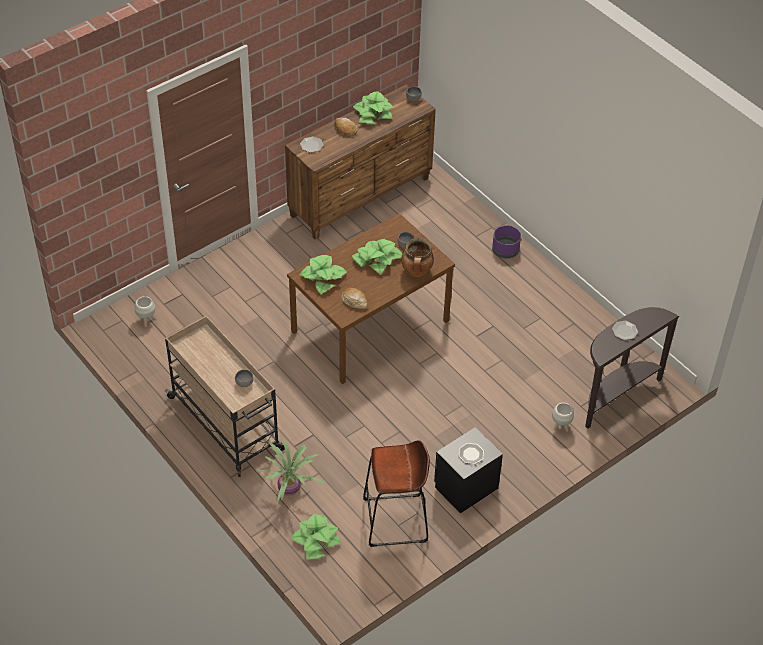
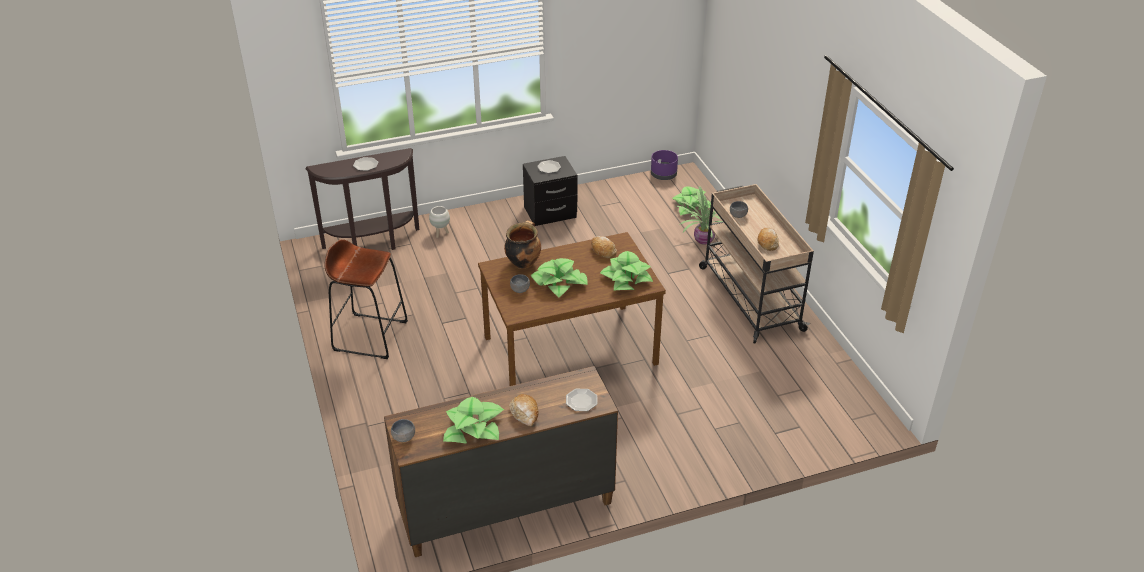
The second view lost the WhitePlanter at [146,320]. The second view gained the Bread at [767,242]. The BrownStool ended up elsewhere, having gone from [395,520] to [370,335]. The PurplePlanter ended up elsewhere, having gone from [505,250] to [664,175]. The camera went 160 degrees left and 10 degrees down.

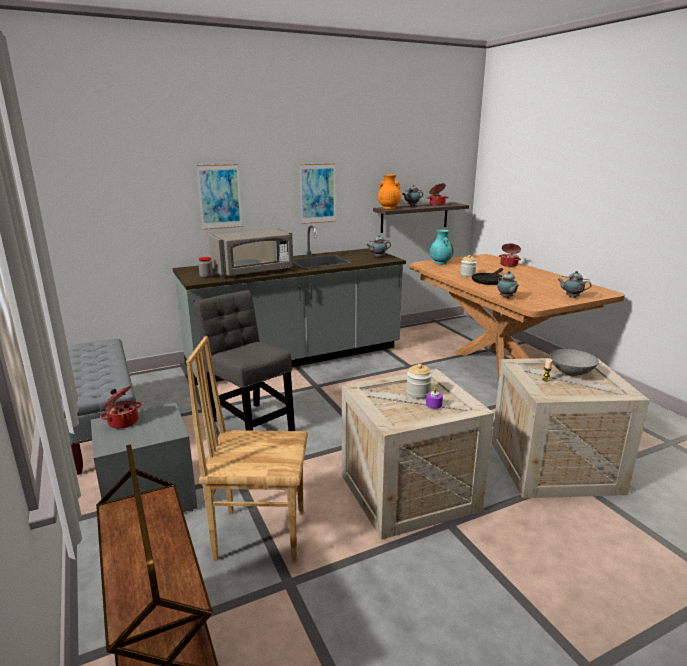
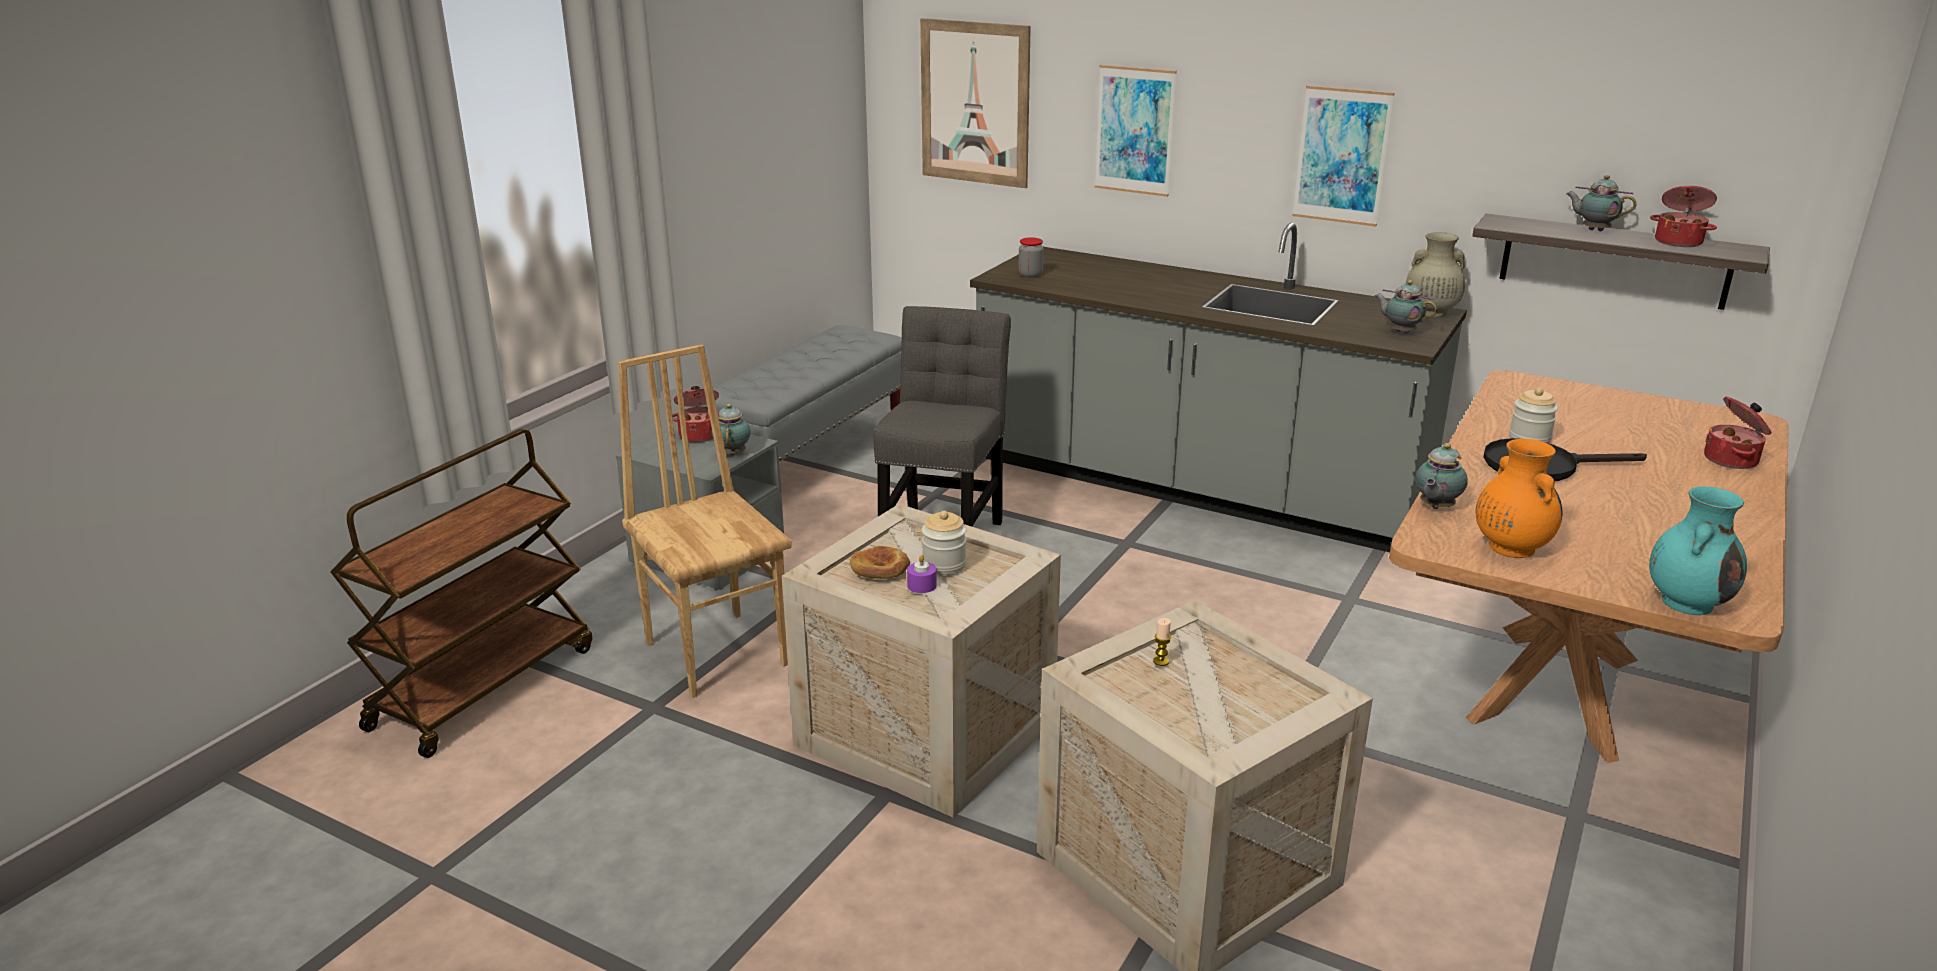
The second view lost the GreyMicrowave at [254,271]. The second view lost the GreyBowl at [570,373]. The second view gained the Bread at [880,567]. The second view gained the Picture at [975,103]. The second view gained the BeigeVase at [1430,312]. The OrangeVase ended up elsewhere, having gone from [388,208] to [1510,547]. The TurquoiseVase ended up elsewhere, having gone from [440,262] to [1687,602]. The Teapot ended up elsewhere, having gone from [571,297] to [733,453]. The camera went 55 degrees right and 5 degrees up.

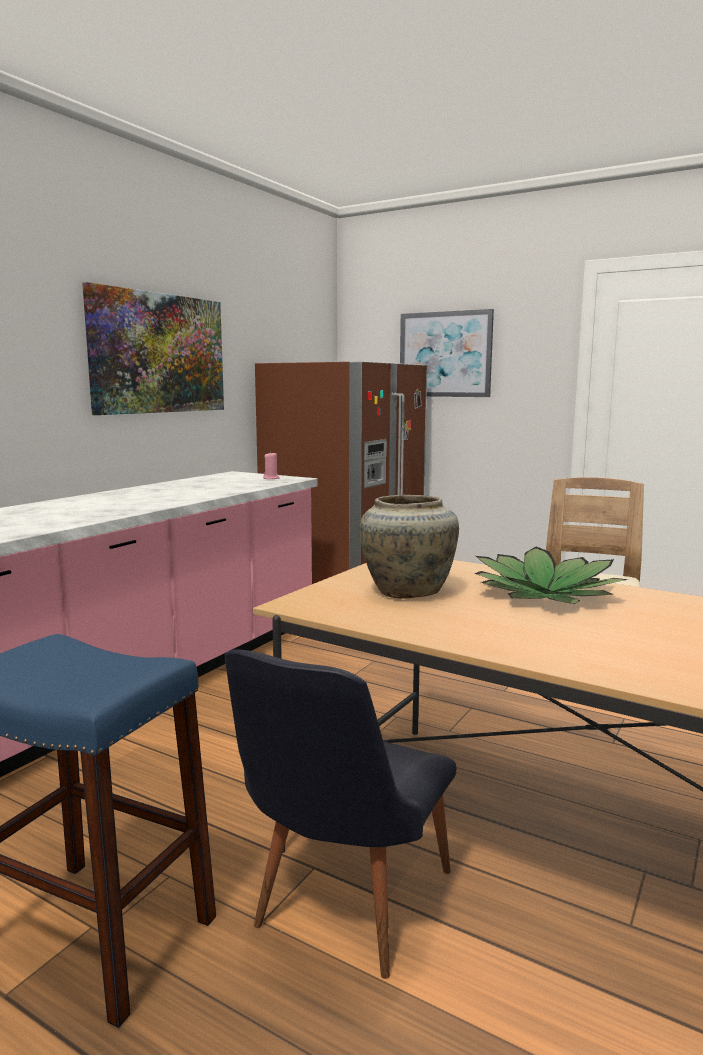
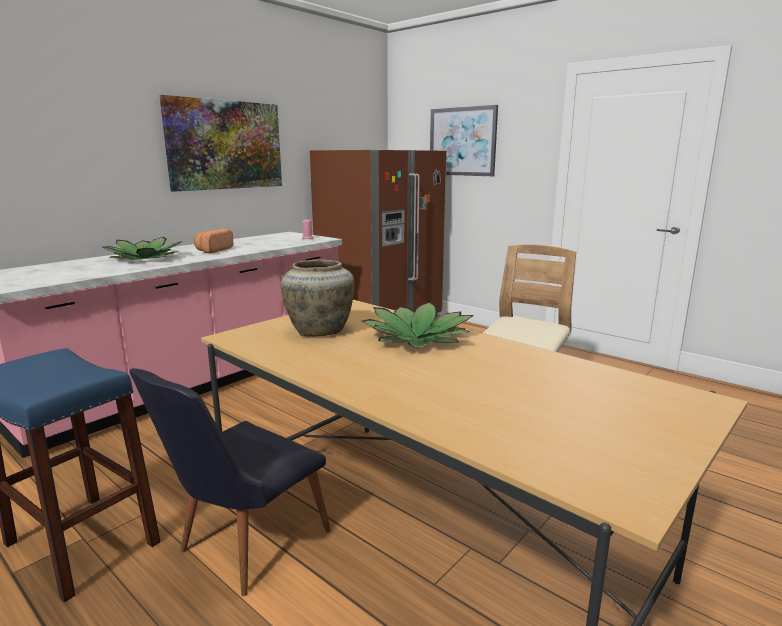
The second view gained the PottedPlant at [145,258]. The second view gained the Bread at [213,250]. The camera went 10 degrees right and 5 degrees up.

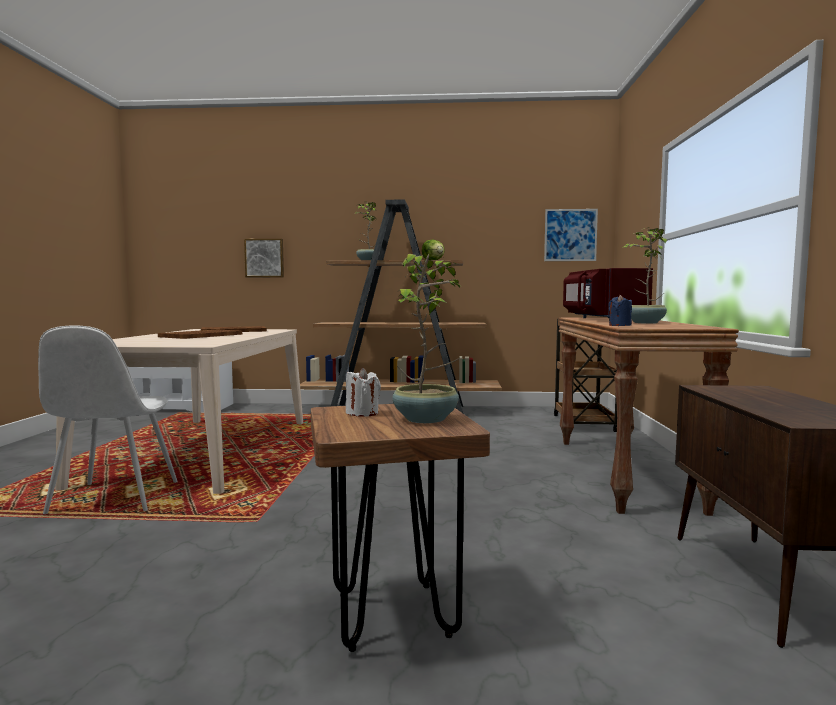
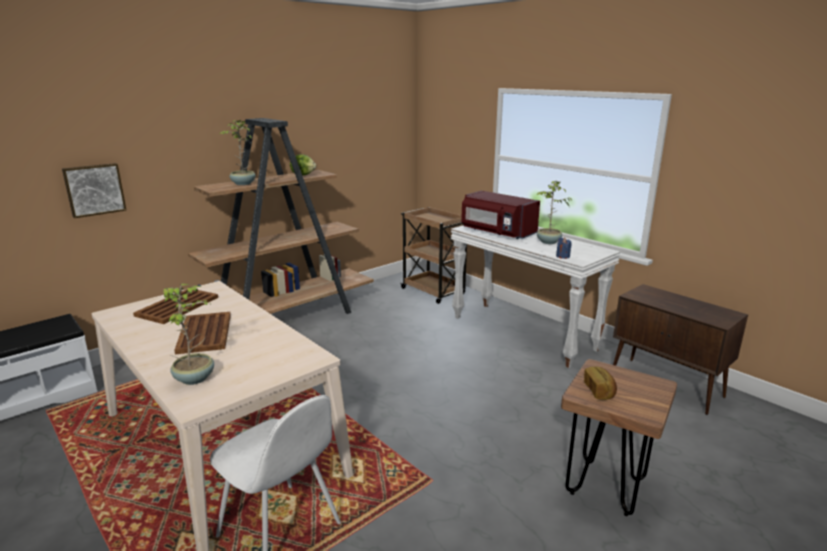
The second view lost the Picture at [570,235]. The PottedPlant ended up elsewhere, having gone from [427,419] to [195,378]. Where the WhiteCandle stood at [362,413], the Bread came to stand at [599,391]. What was the BrownConsoleTable at [625,472] turned into the WhiteConsoleTable at [523,333]. The camera went 45 degrees left and 15 degrees up.

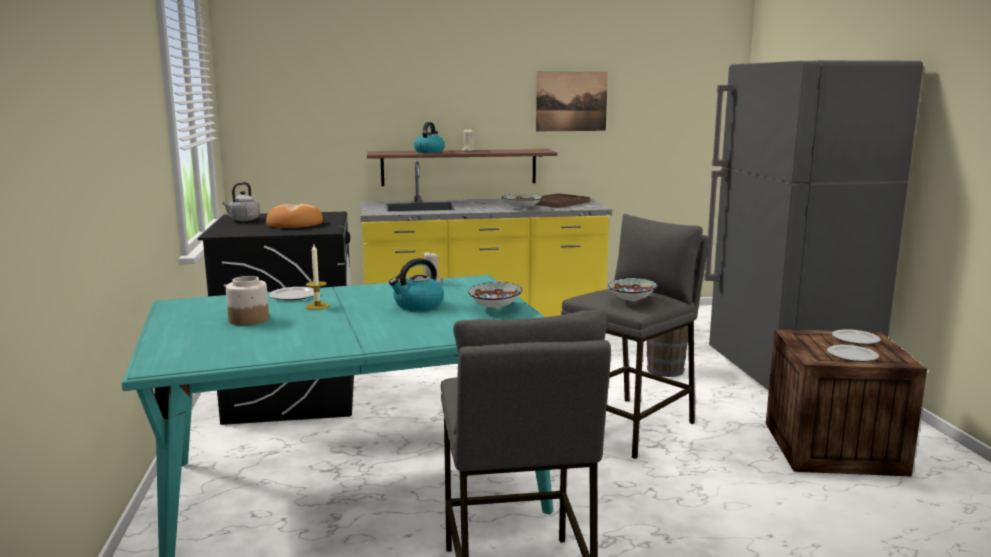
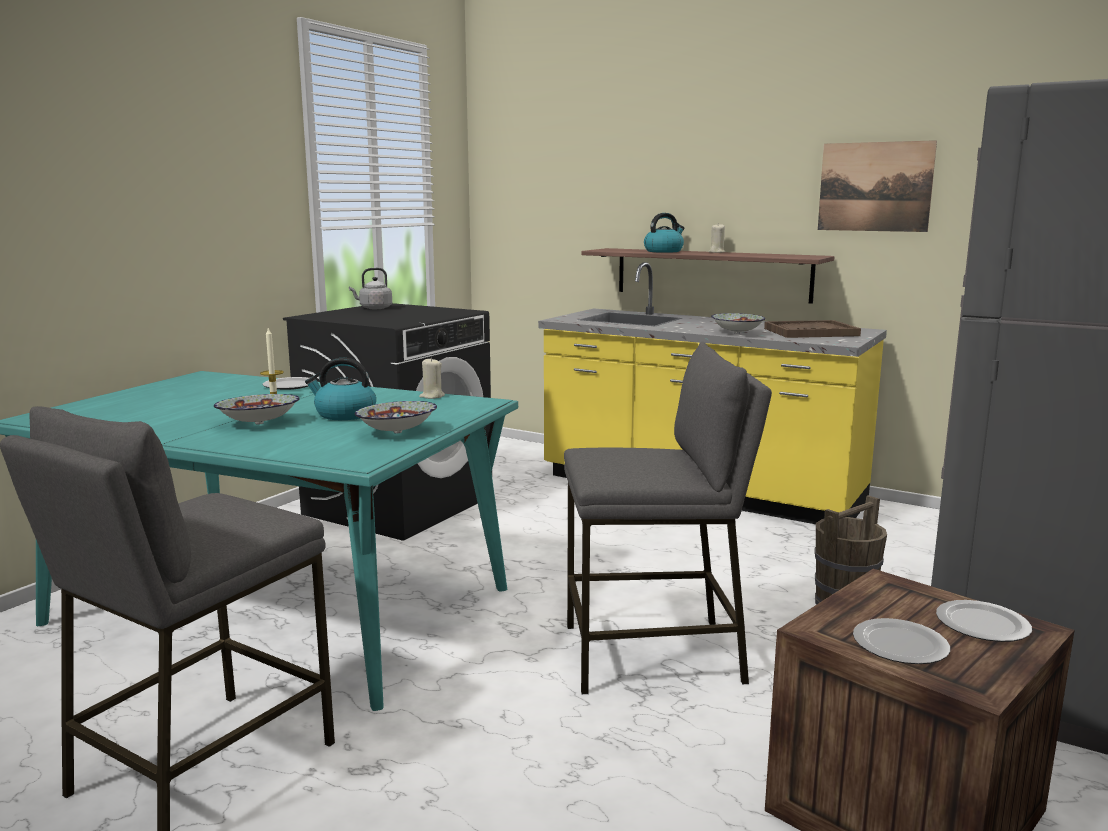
The second view lost the Jar at [248,320]. The second view lost the Bread at [295,224]. The Bowl ended up elsewhere, having gone from [632,301] to [259,423]. The camera went 40 degrees right and 0 degrees up.

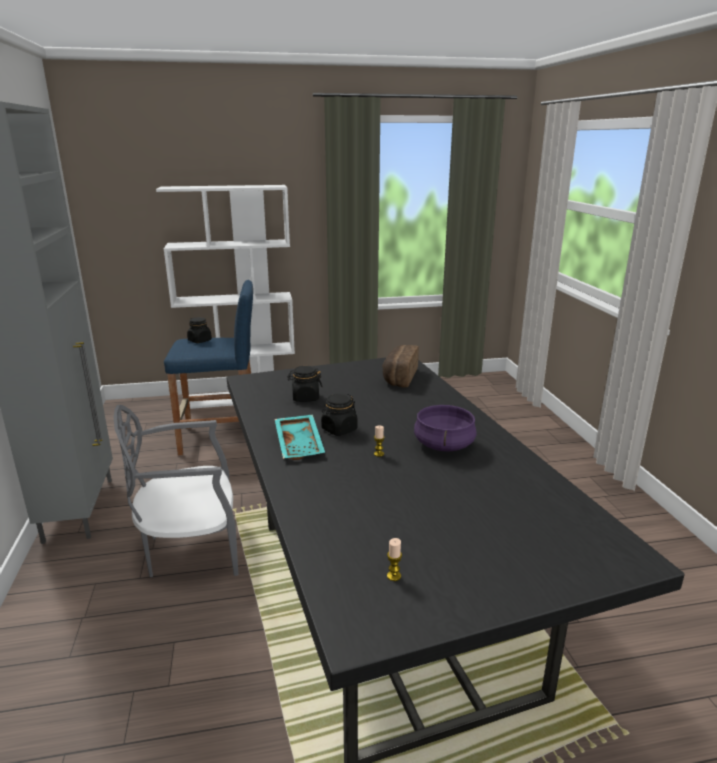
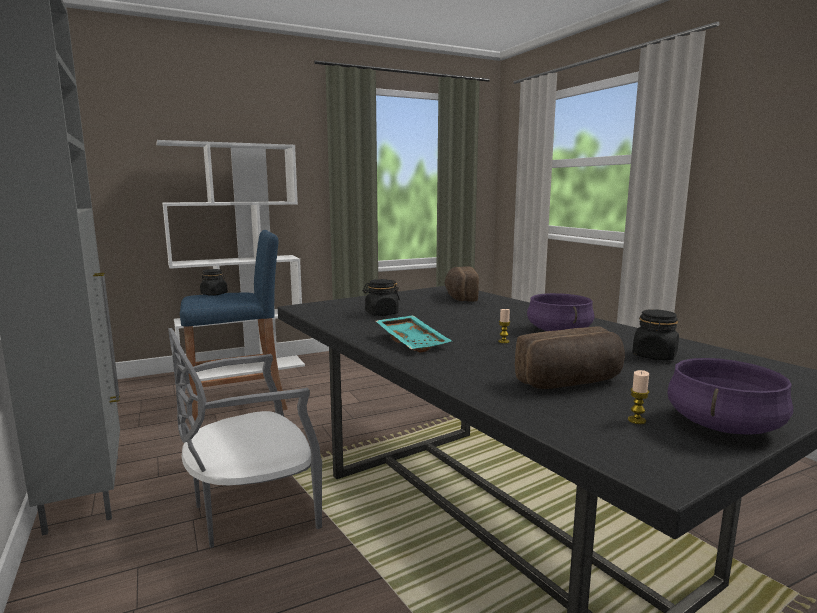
The second view gained the Bread at [571,383]. The second view gained the PurpleCookingPot at [722,425]. The BlackJar ended up elsewhere, having gone from [339,429] to [654,356]. The camera went 15 degrees left and 10 degrees down.

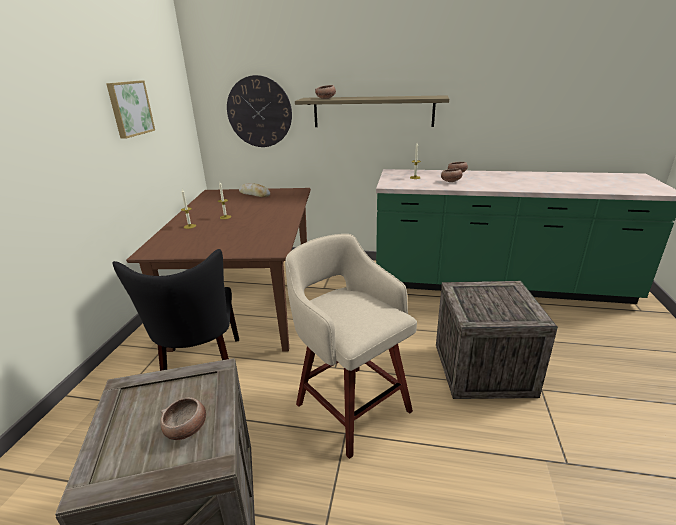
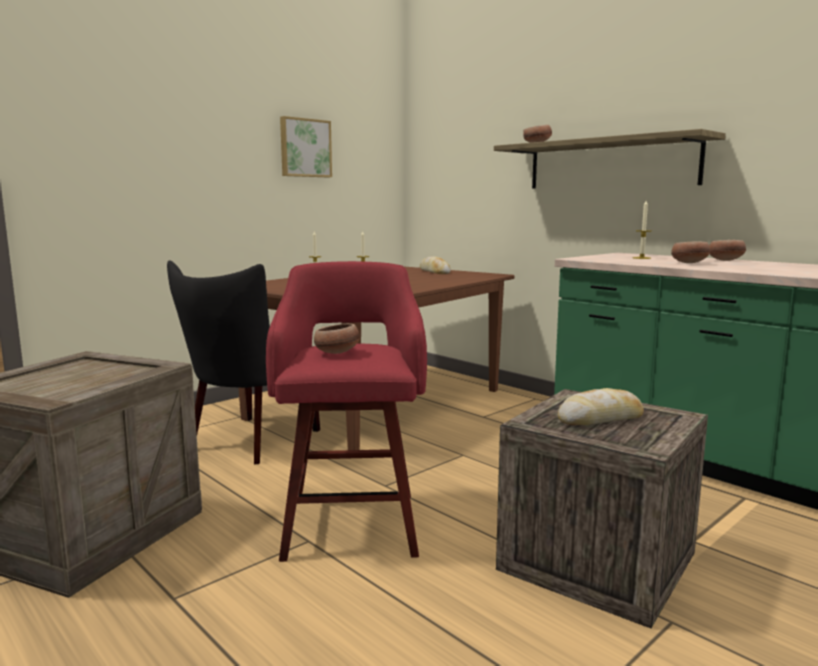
The second view lost the WallClock at [259,112]. The second view gained the Bread at [600,418]. The Bowl ended up elsewhere, having gone from [187,429] to [337,353]. What was the BeigeStool at [351,405] turned into the RedStool at [352,522]. The camera went 35 degrees right and 15 degrees down.

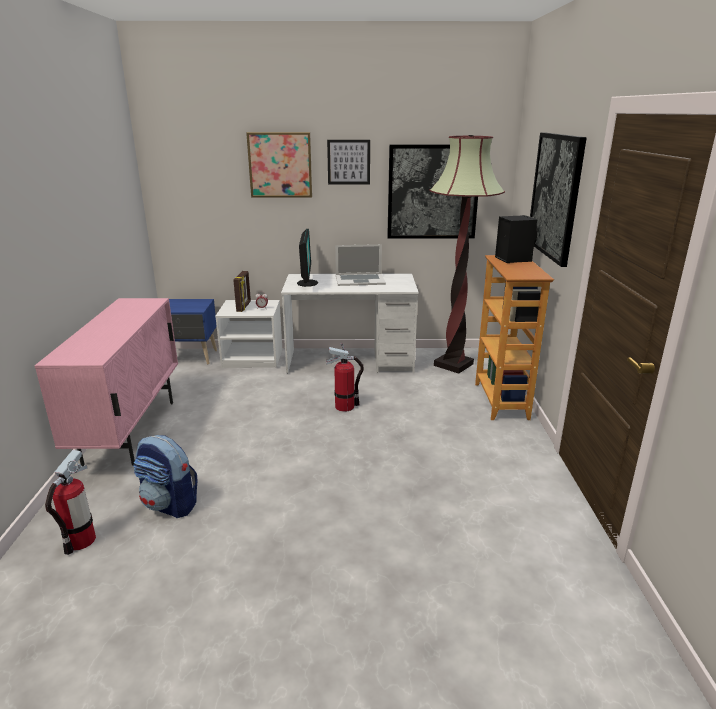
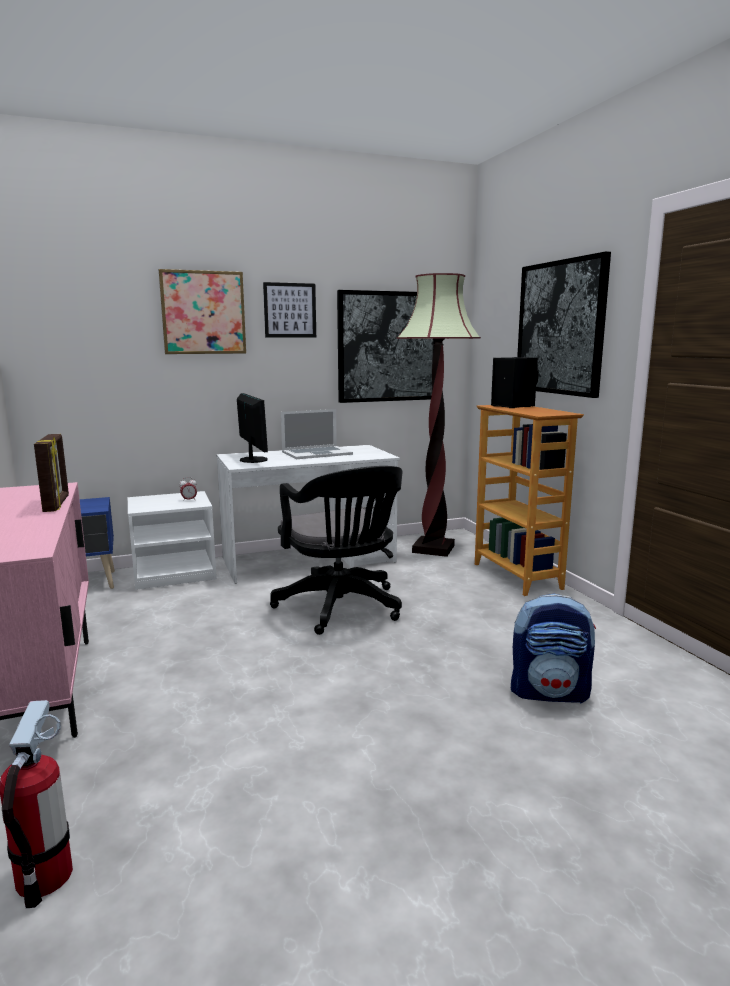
The Backpack ended up elsewhere, having gone from [170,505] to [550,692]. The PictureFrame ended up elsewhere, having gone from [244,307] to [57,504]. Where the FireExtinguisher stood at [345,406], the BlackOfficeChair came to stand at [342,608]. The camera went 20 degrees left and 10 degrees down.

